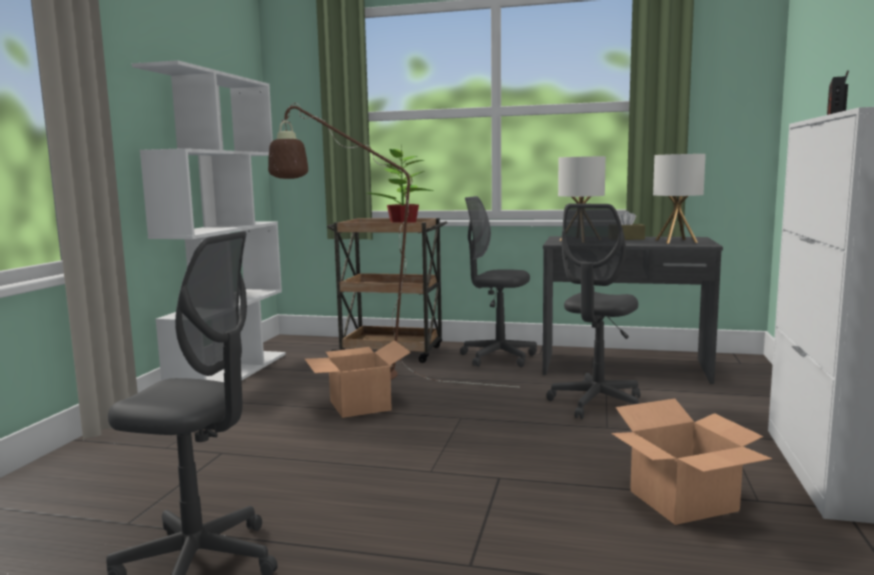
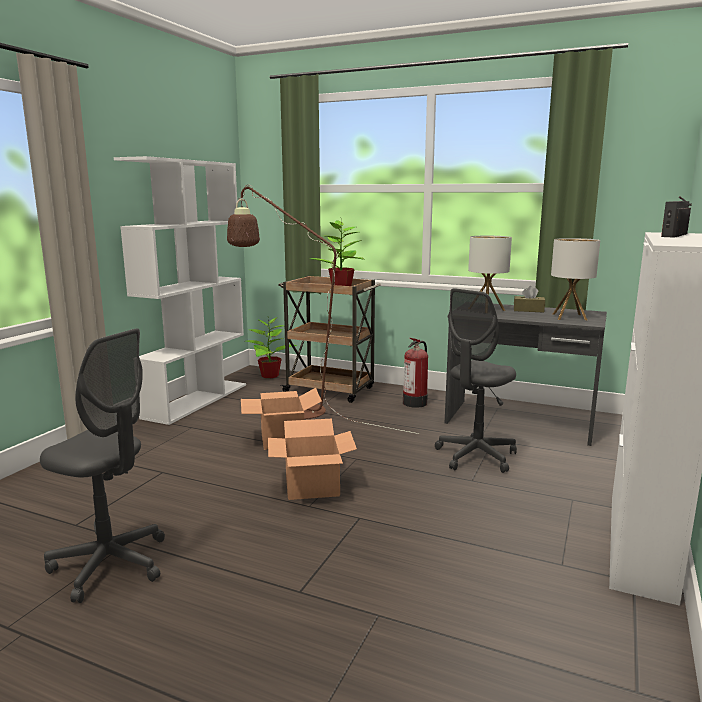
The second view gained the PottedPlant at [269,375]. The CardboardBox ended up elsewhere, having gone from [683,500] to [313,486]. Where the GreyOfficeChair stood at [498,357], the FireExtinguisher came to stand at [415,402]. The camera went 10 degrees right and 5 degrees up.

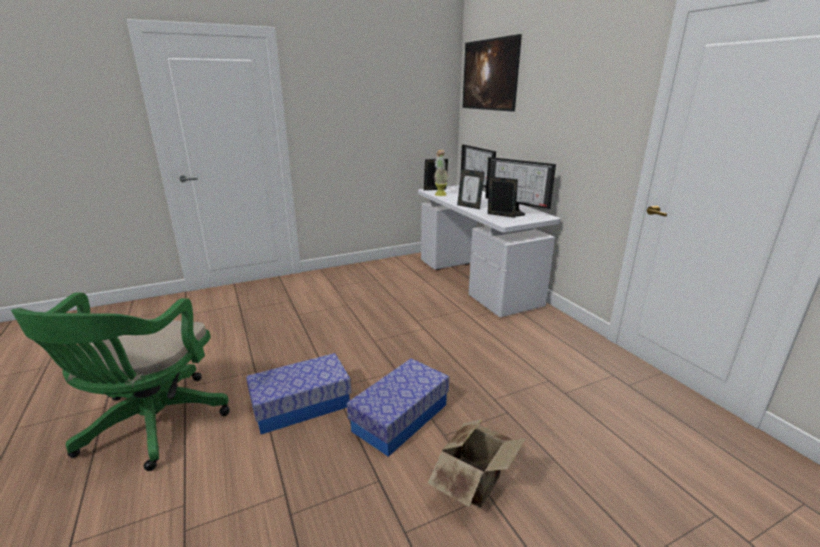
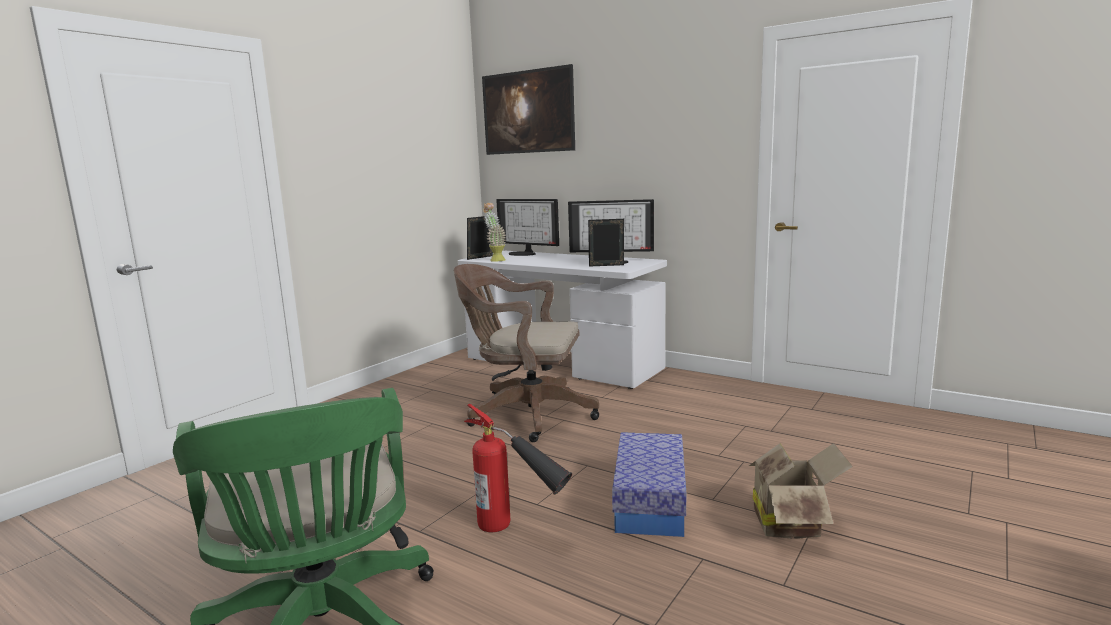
The second view lost the PictureFrame at [469,206]. The second view gained the BrownOfficeChair at [525,415]. Where the StorageBox stood at [301,405], the FireExtinguisher came to stand at [519,532]. The camera went 30 degrees left and 10 degrees down.

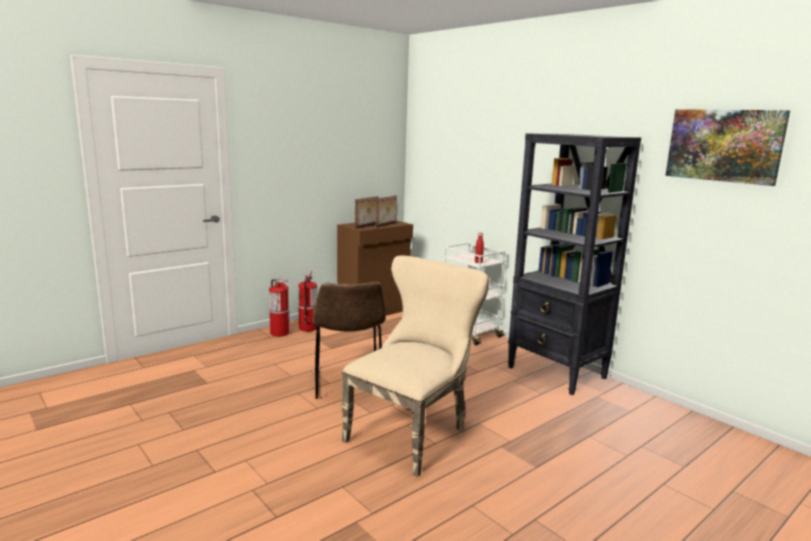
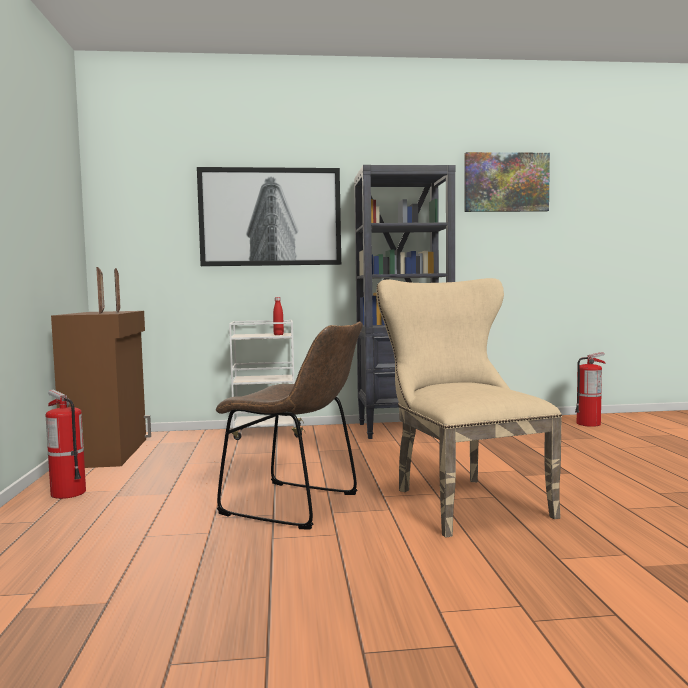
The second view gained the Picture at [270,217]. The FireExtinguisher ended up elsewhere, having gone from [280,333] to [588,424]. The camera went 55 degrees left and 10 degrees down.

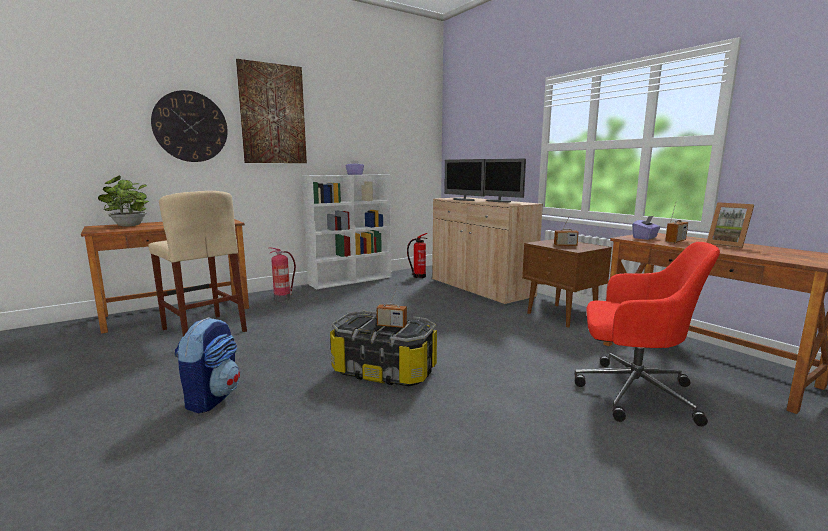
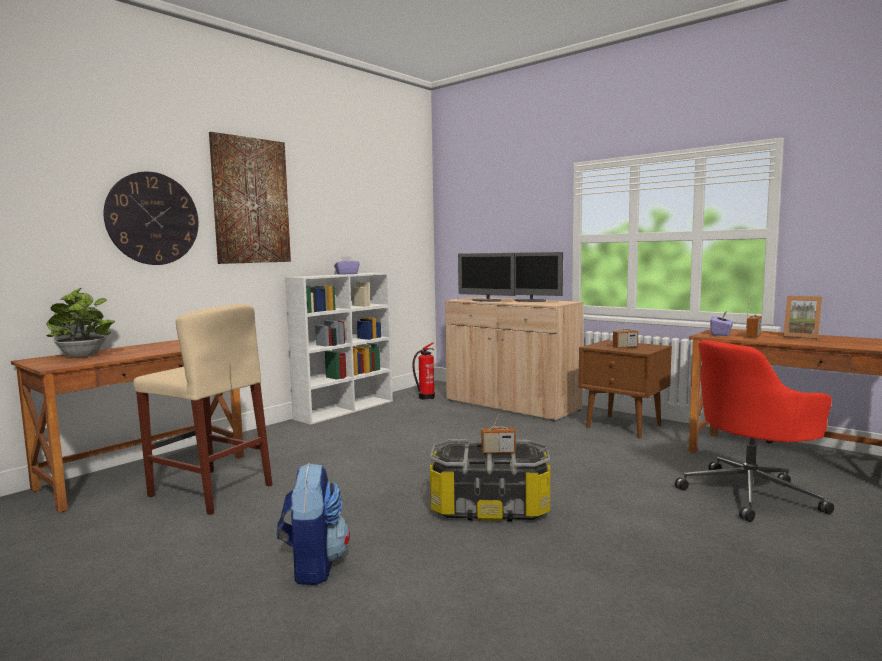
The second view lost the FireExtinguisher at [283,298]. The RedOfficeChair at [632,392] ended up facing another way, 150 degrees clockwise from before. The camera went 15 degrees left and 5 degrees down.

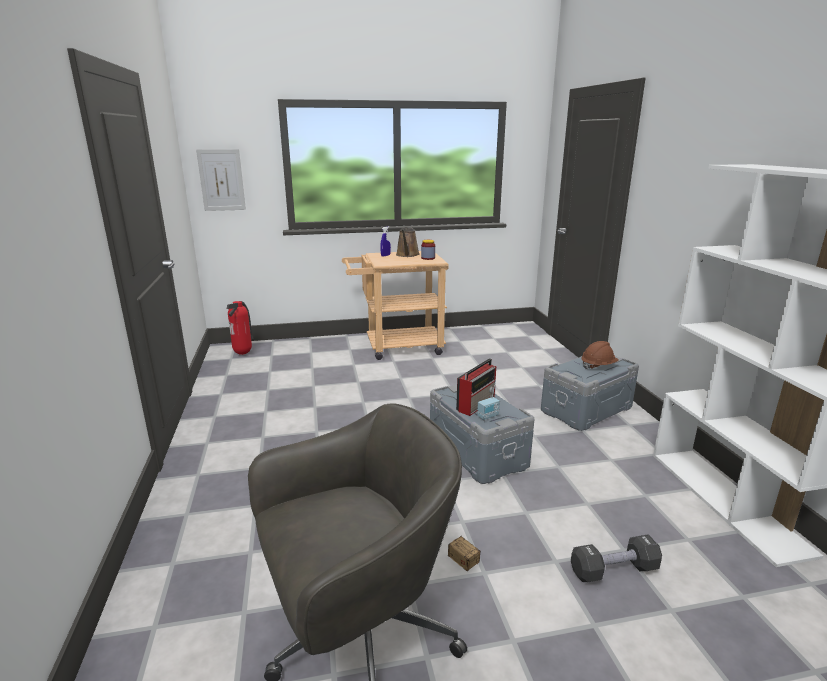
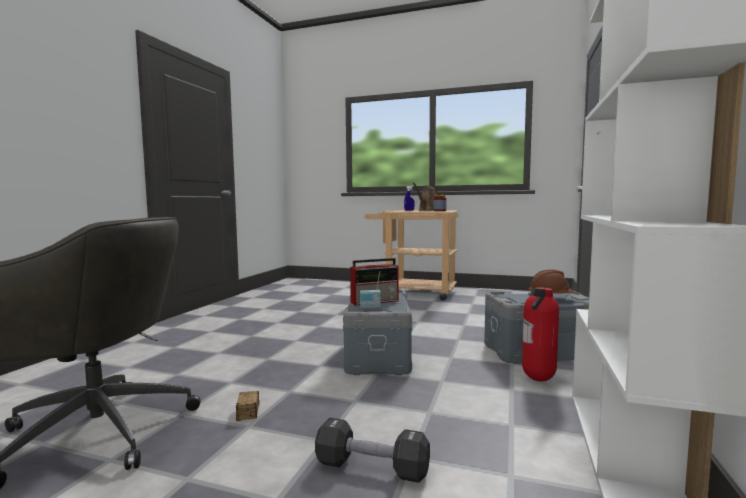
The second view lost the Picture at [221,180]. The FireExtinguisher ended up elsewhere, having gone from [243,354] to [539,380]. The camera went 30 degrees right and 15 degrees down.

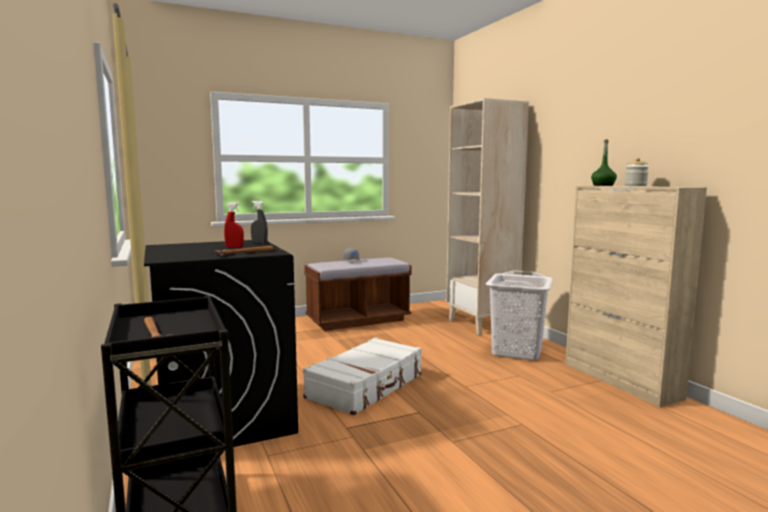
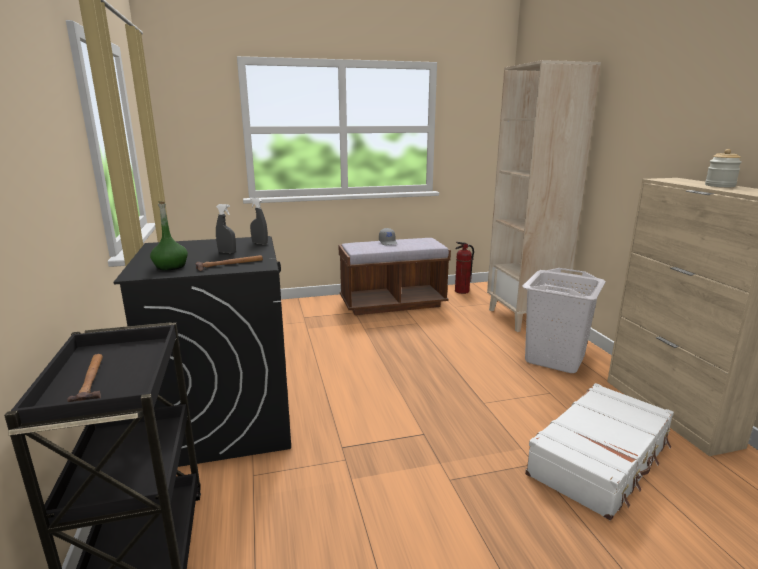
The second view gained the FireExtinguisher at [462,291]. The WhiteSuitcase ended up elsewhere, having gone from [366,386] to [600,459]. The GreenBottle ended up elsewhere, having gone from [603,185] to [171,266]. What was the RedSprayBottle at [234,247] turned into the GreySprayBottle at [227,252]. The camera went 10 degrees right and 10 degrees up.

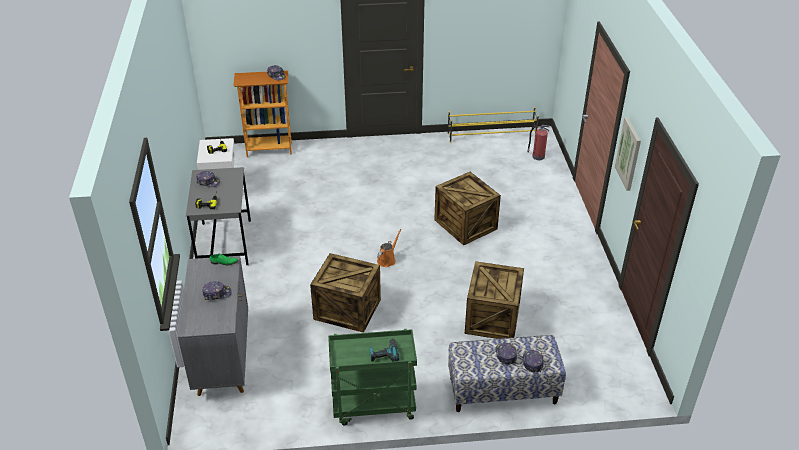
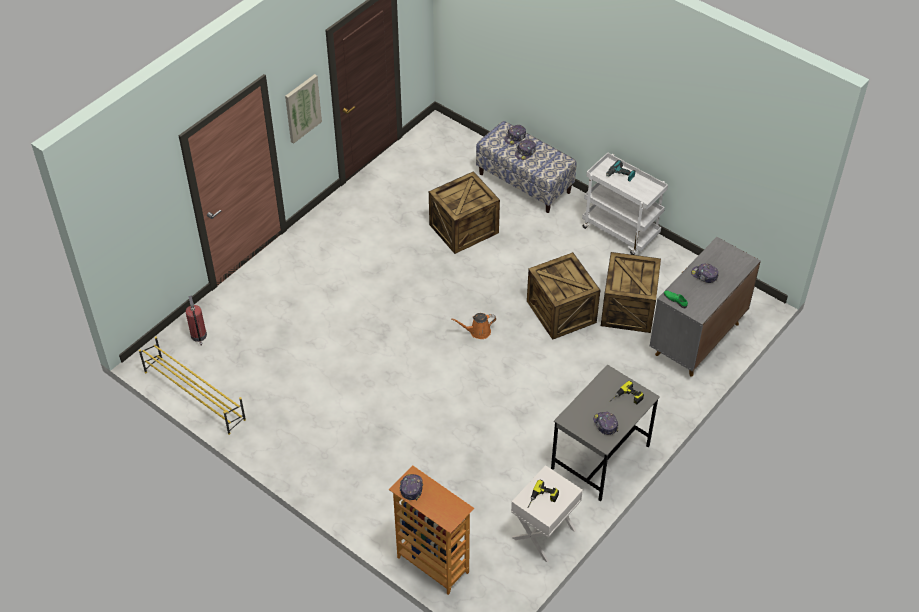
The Crate ended up elsewhere, having gone from [466,224] to [627,308]. What was the GreenCart at [373,406] turned into the WhiteCart at [621,232]. The camera went 135 degrees left and 10 degrees up.

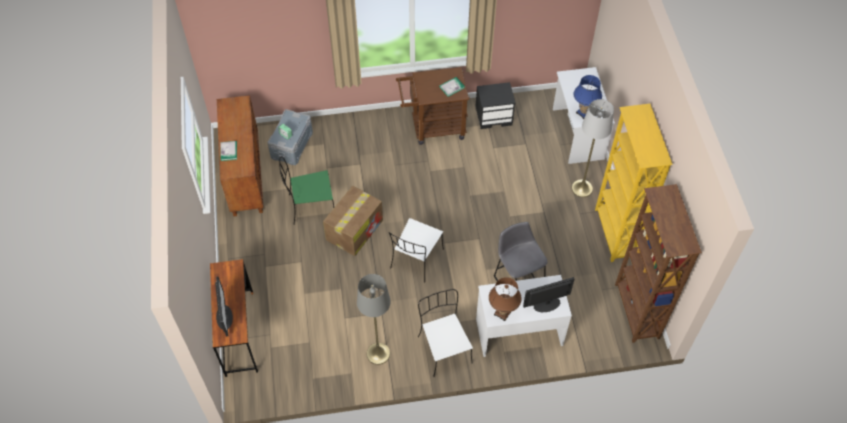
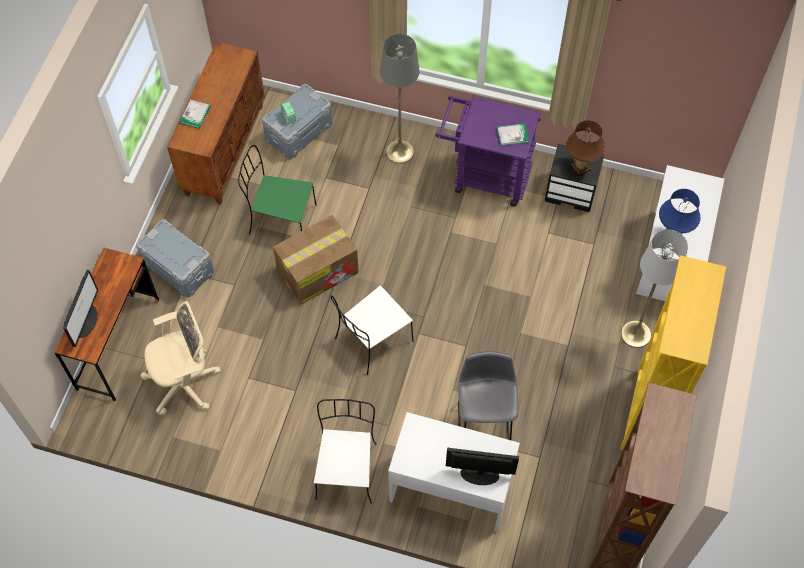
The second view gained the GreyStorageBox at [178,268]. The second view gained the BeigeOfficeChair at [186,383]. The GreyFloorLamp ended up elsewhere, having gone from [378,353] to [400,152]. The BrownTableLamp ended up elsewhere, having gone from [502,313] to [580,168]. What was the BrownCart at [433,127] turned into the PurpleCart at [484,176]. The camera went 25 degrees right and 5 degrees up.

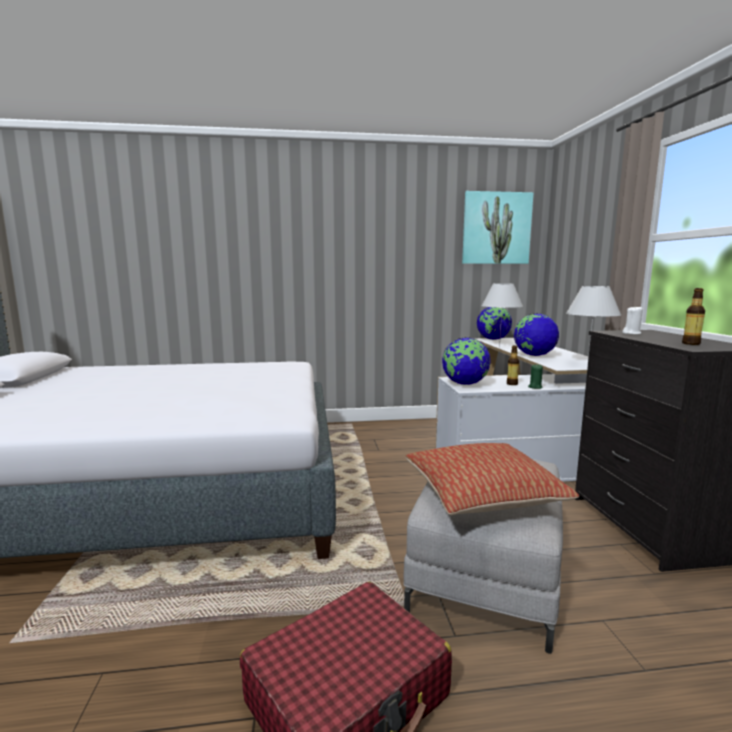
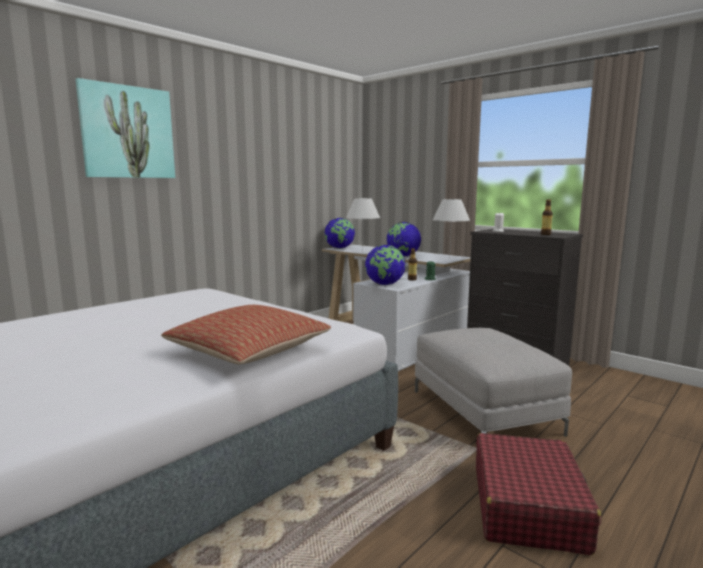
The Pillow ended up elsewhere, having gone from [481,495] to [248,351]. The Picture ended up elsewhere, having gone from [496,228] to [128,132]. The camera went 40 degrees left and 0 degrees up.

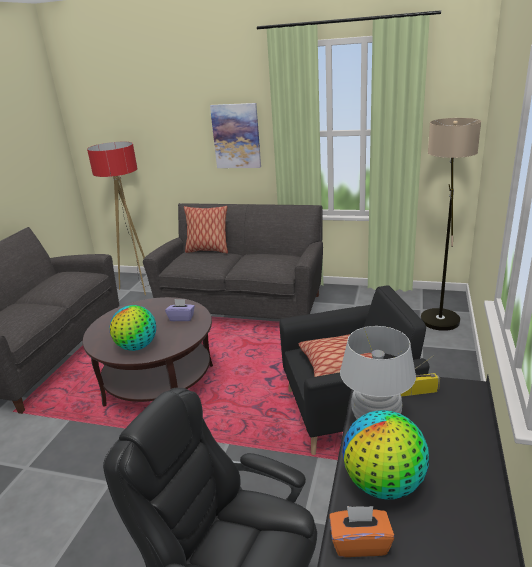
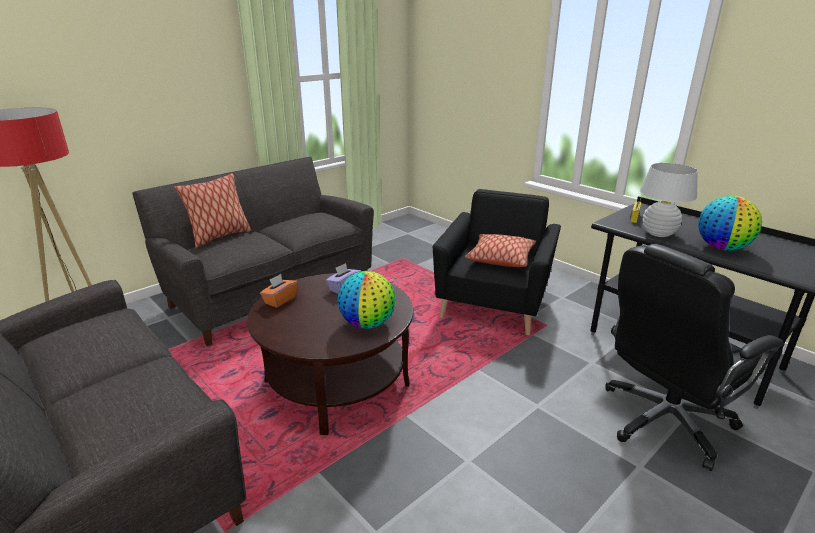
The second view lost the Picture at [236,136]. The second view lost the FloorLamp at [439,313]. The OrangeTissueBox ended up elsewhere, having gone from [360,543] to [280,300]. The camera went 60 degrees left and 0 degrees up.

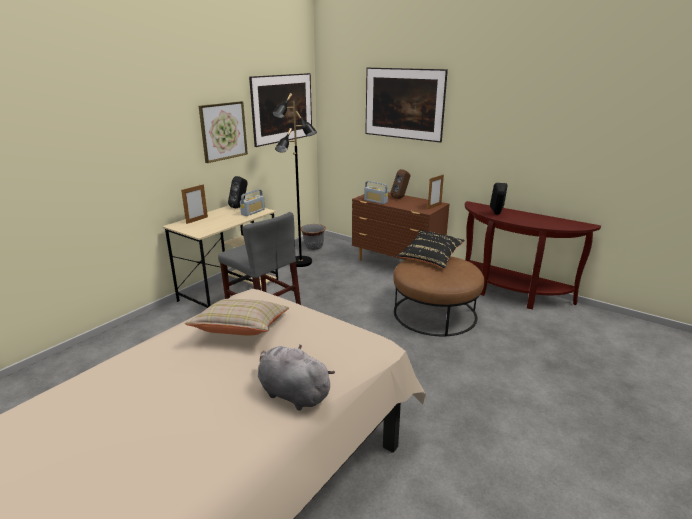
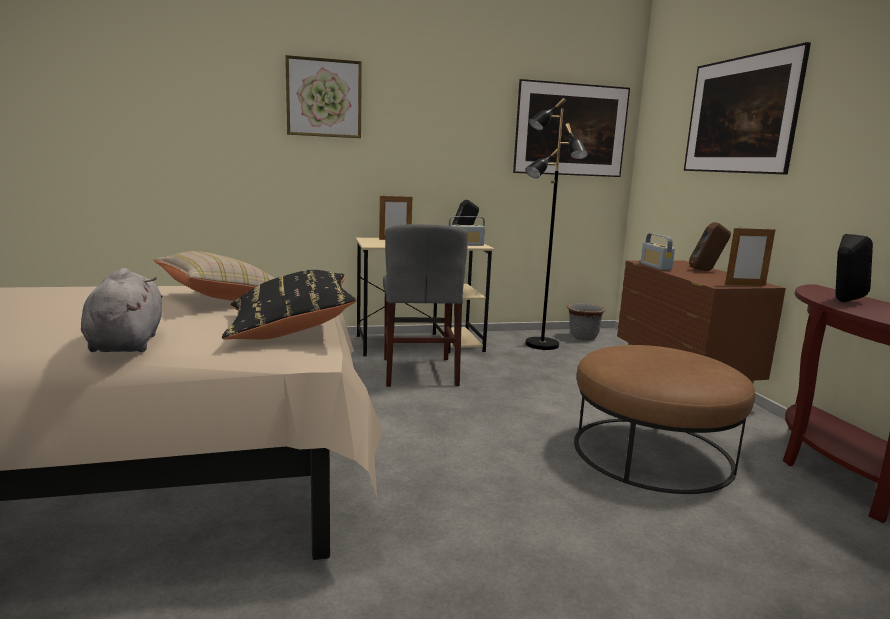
The Picture ended up elsewhere, having gone from [223,131] to [324,98]. The BlackPillow ended up elsewhere, having gone from [430,258] to [290,329]. The camera went 40 degrees right and 10 degrees down.

